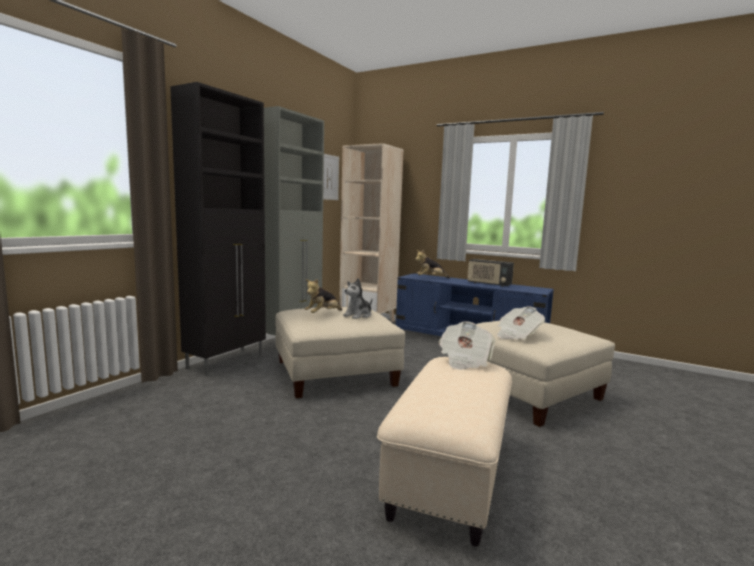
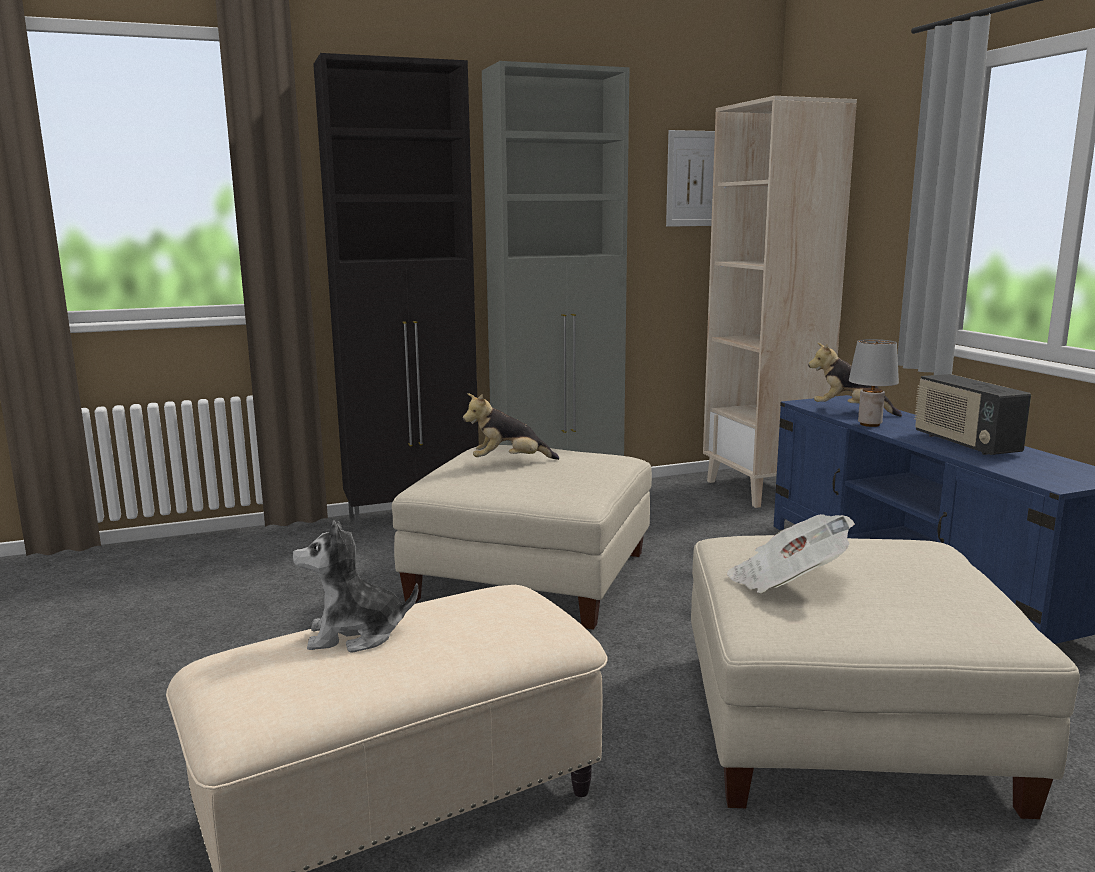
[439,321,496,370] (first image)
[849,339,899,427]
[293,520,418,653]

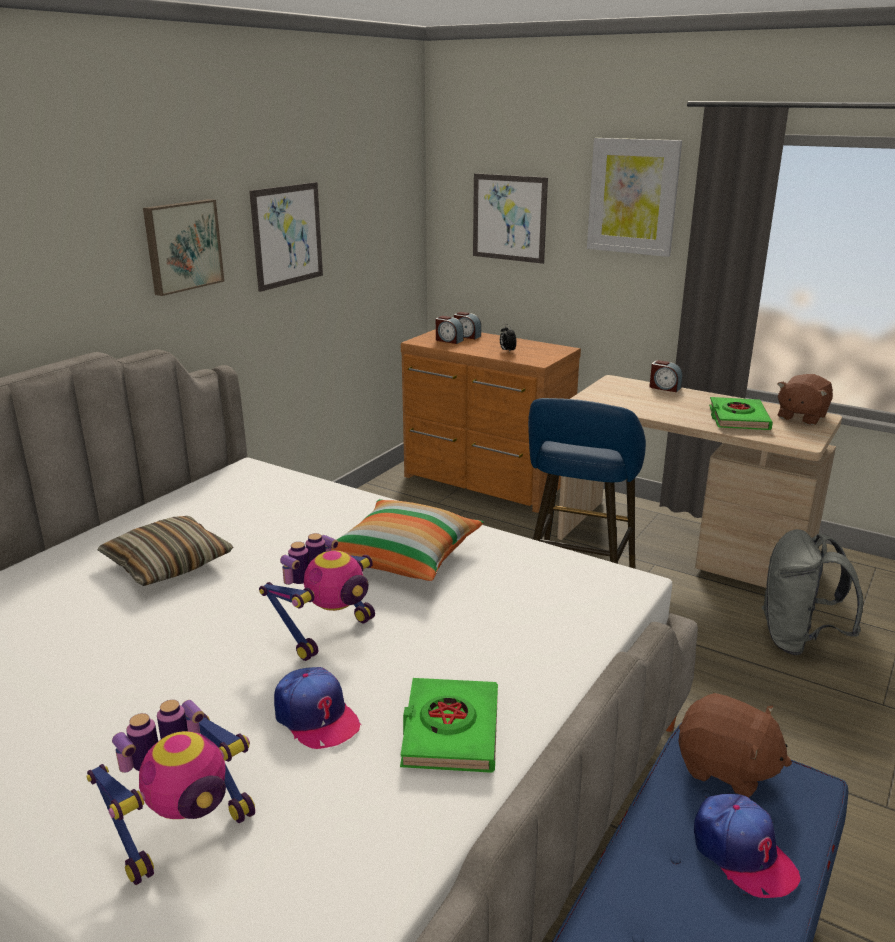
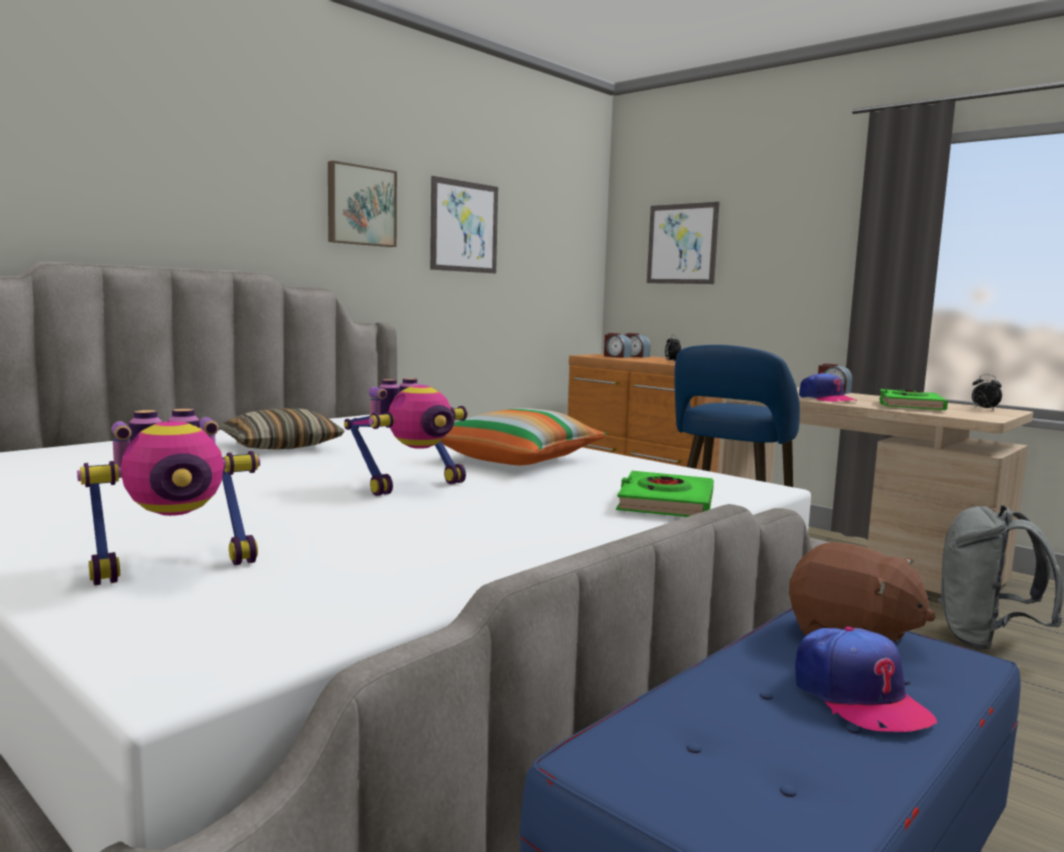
[587,138,682,257] (first image)
[799,372,857,402]
[616,471,714,517]
[972,374,1002,410]

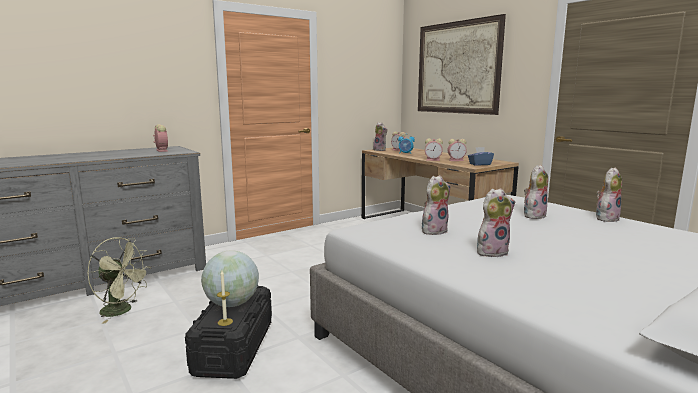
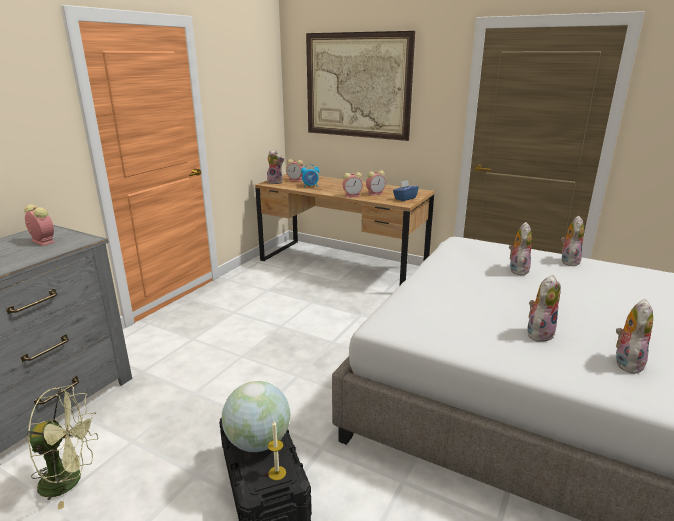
[616,299,653,374]

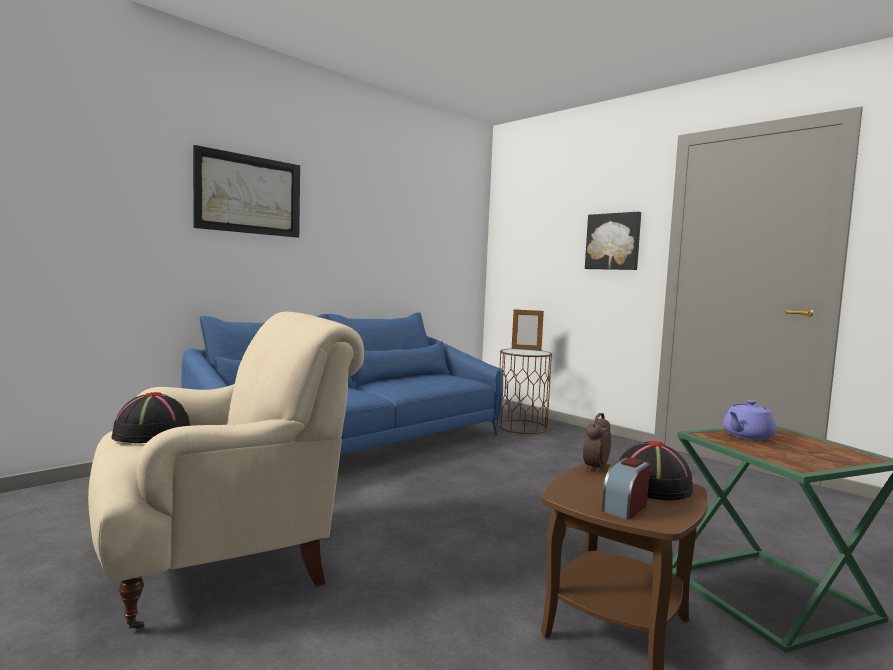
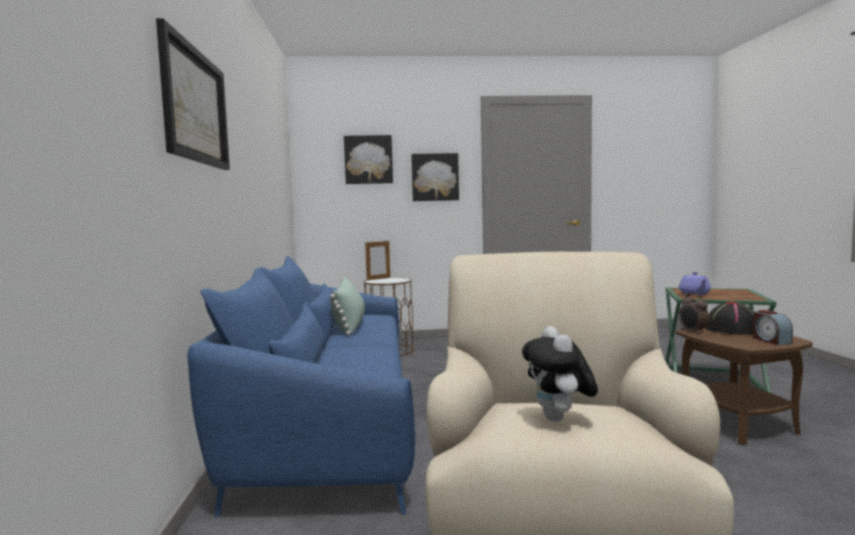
[330,277,365,335]
[344,135,393,184]
[522,326,598,422]

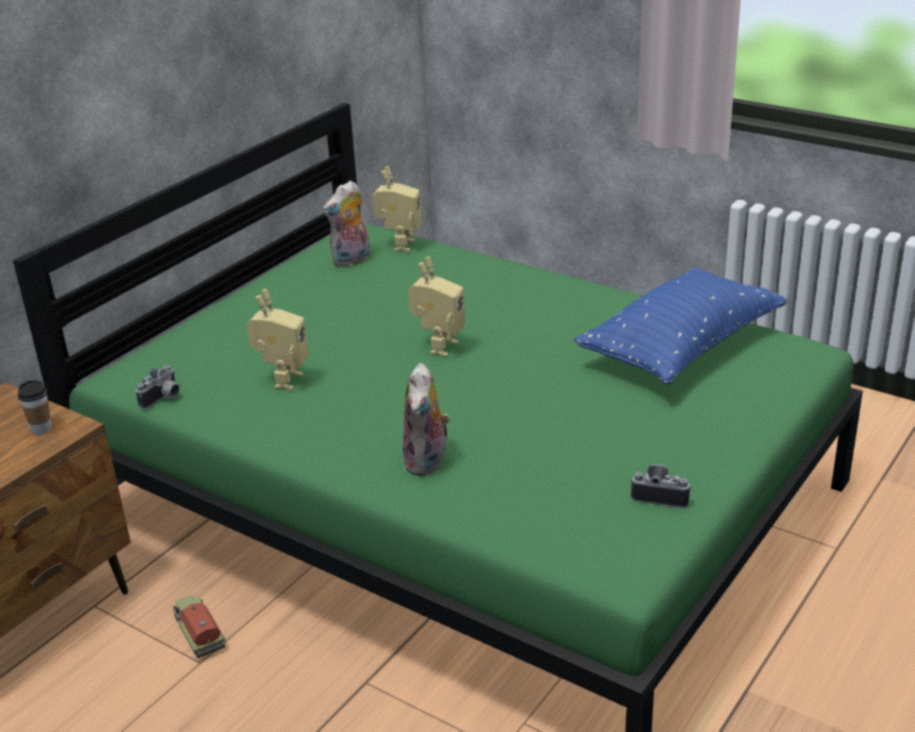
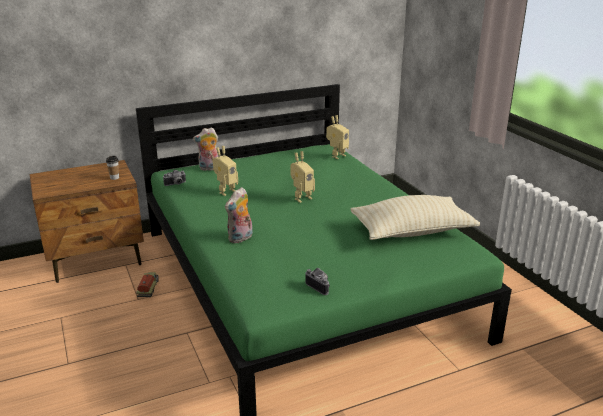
[193,127,221,171]
[351,195,480,240]

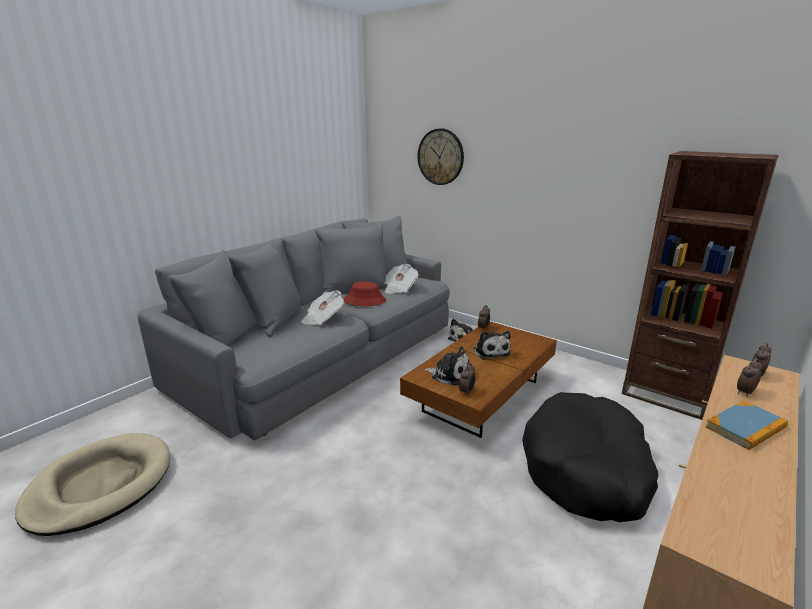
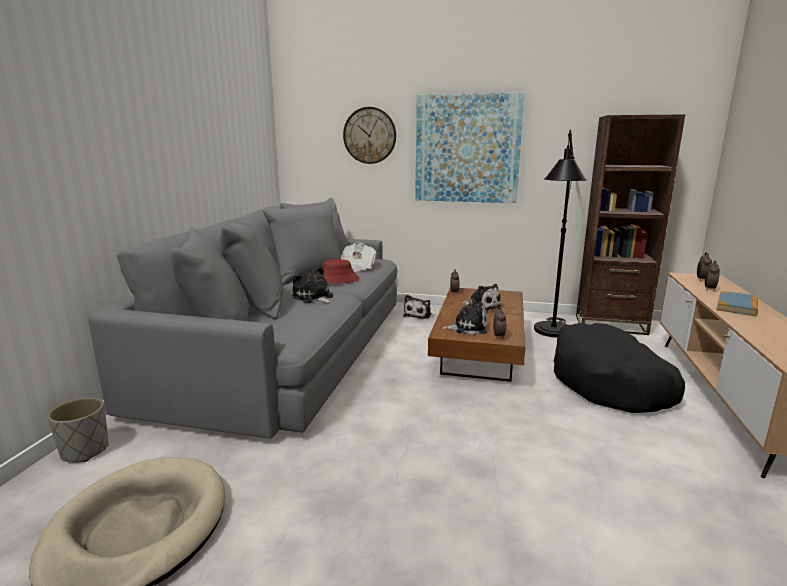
[48,397,108,462]
[415,93,524,203]
[534,129,587,338]
[292,266,333,304]

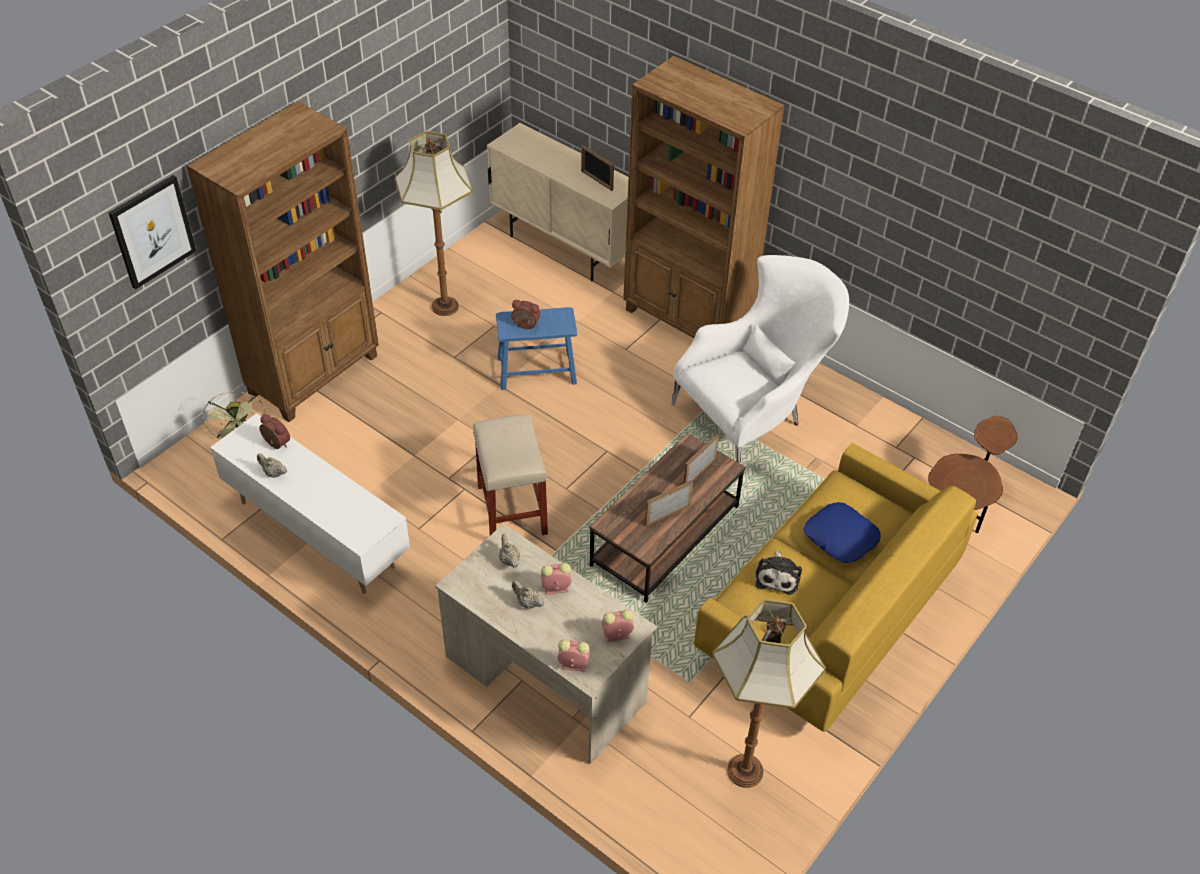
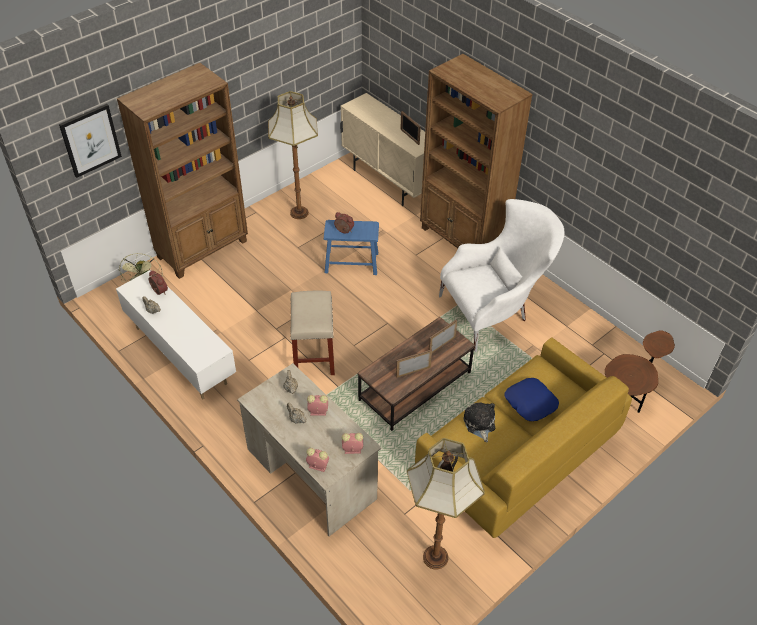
[464,402,495,443]

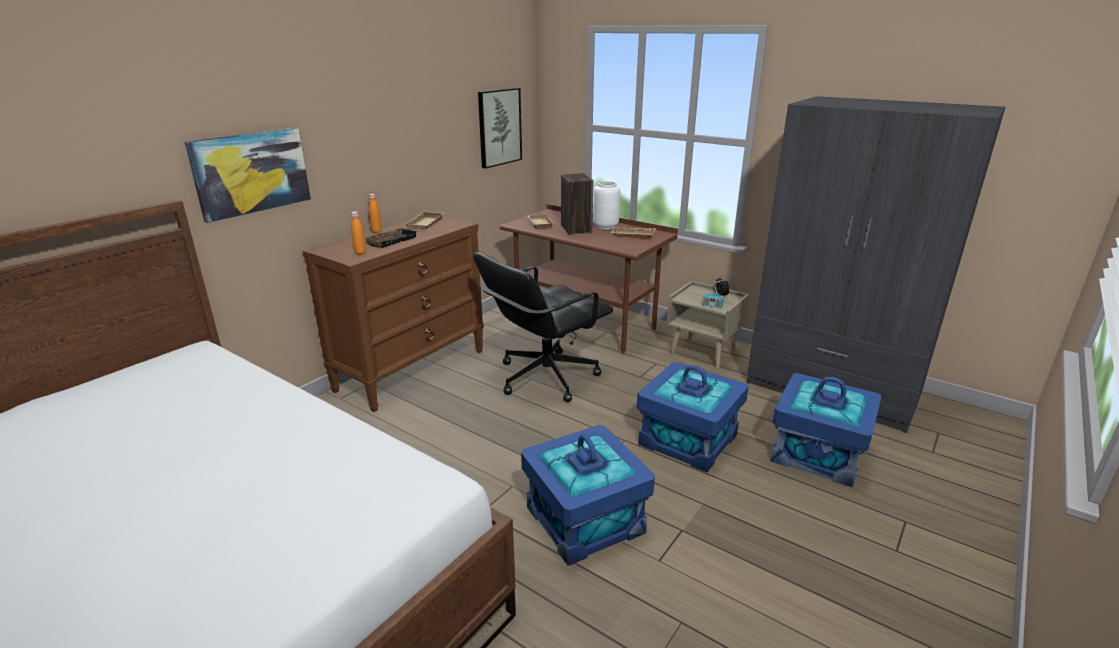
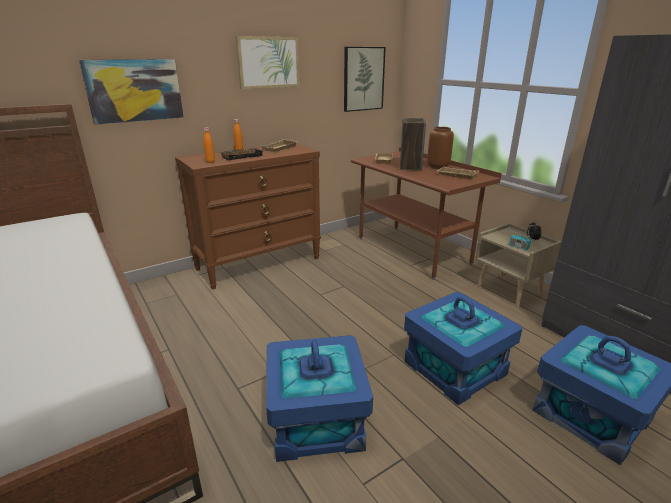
[473,252,613,402] (first image)
[235,36,300,89]
[427,127,454,169]

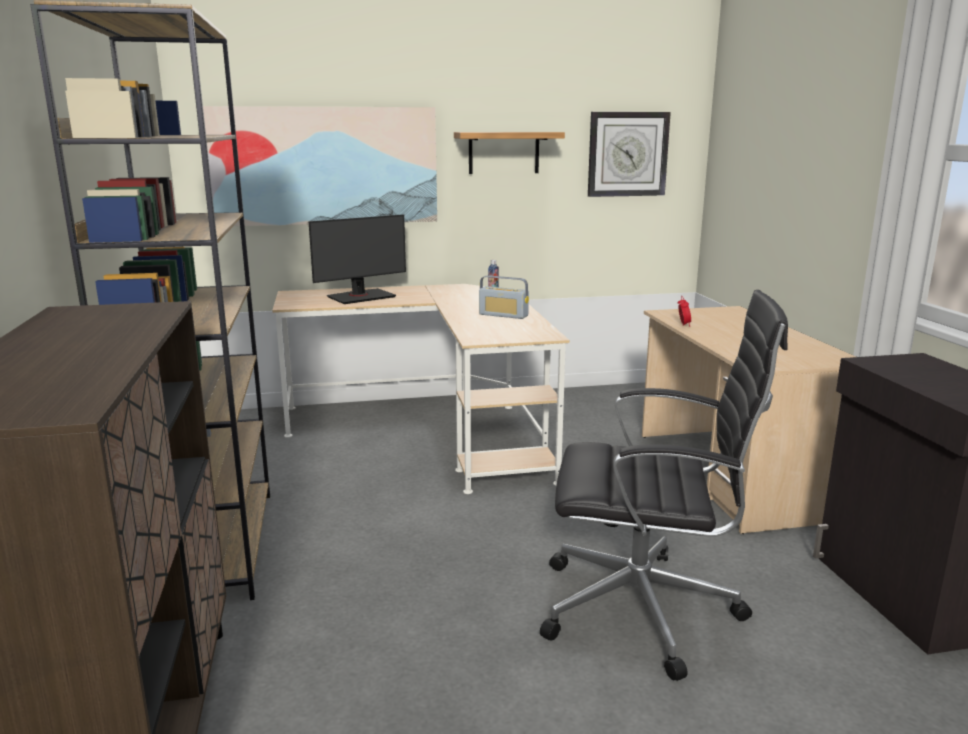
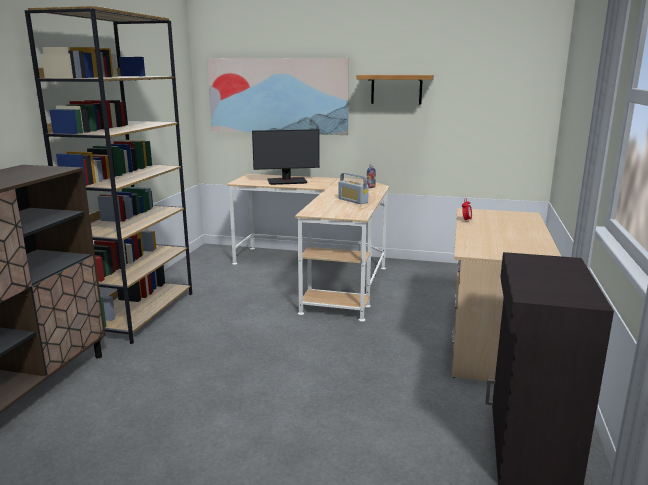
[540,290,788,681] (first image)
[588,112,671,197] (first image)

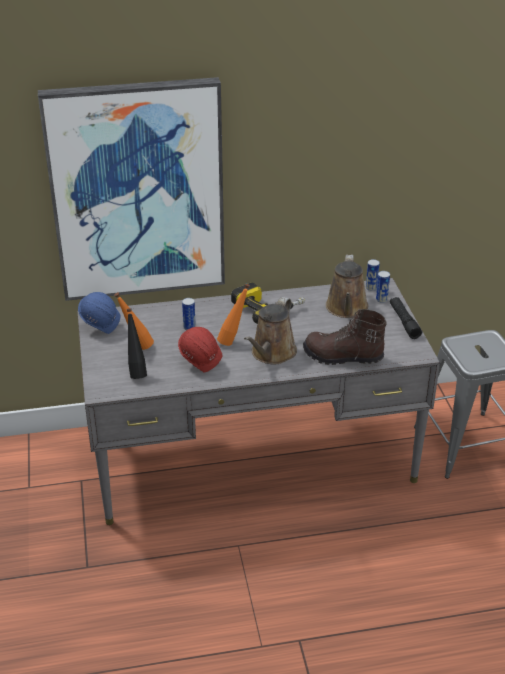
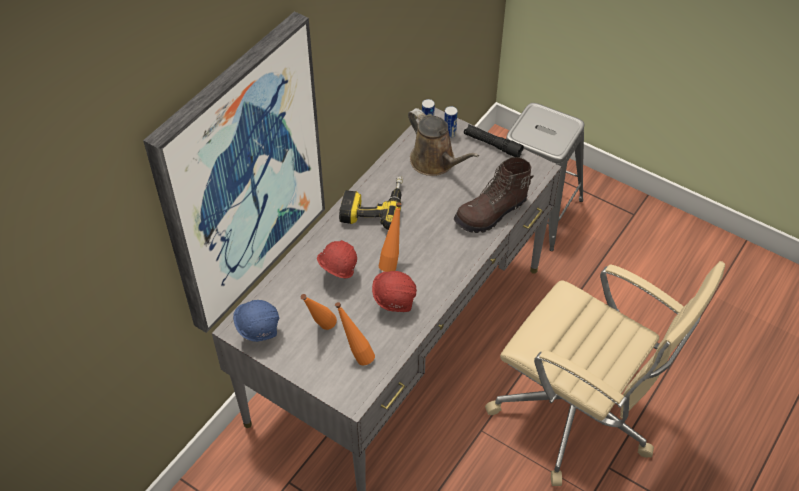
[244,297,297,364] (first image)
[485,261,725,486]
[317,240,357,278]
[335,302,375,365]

